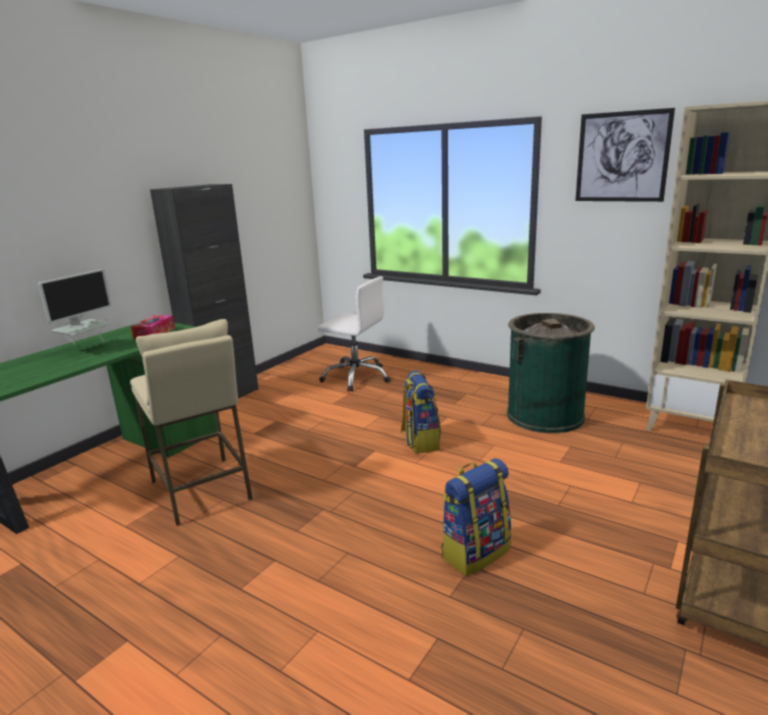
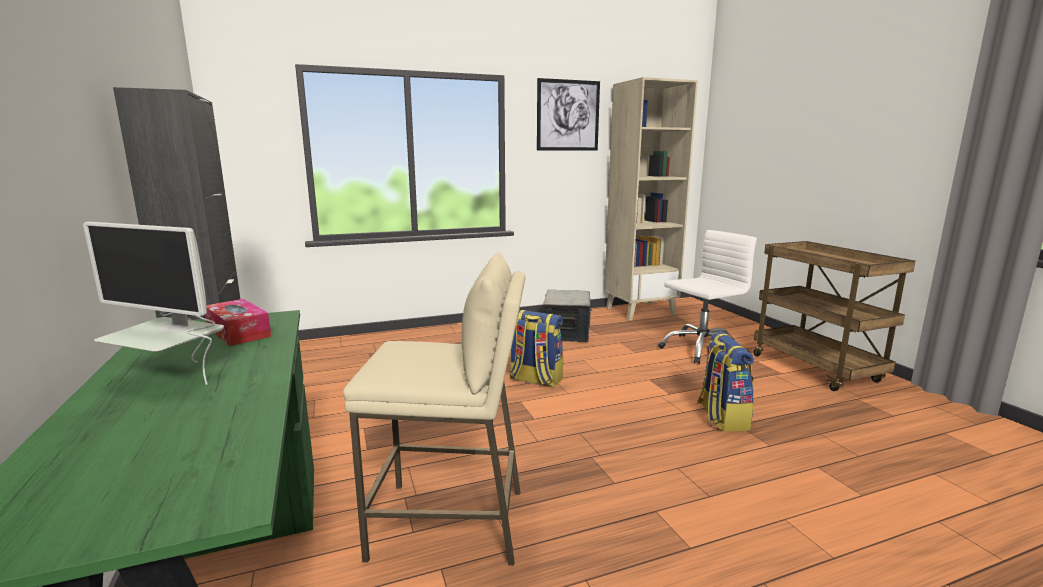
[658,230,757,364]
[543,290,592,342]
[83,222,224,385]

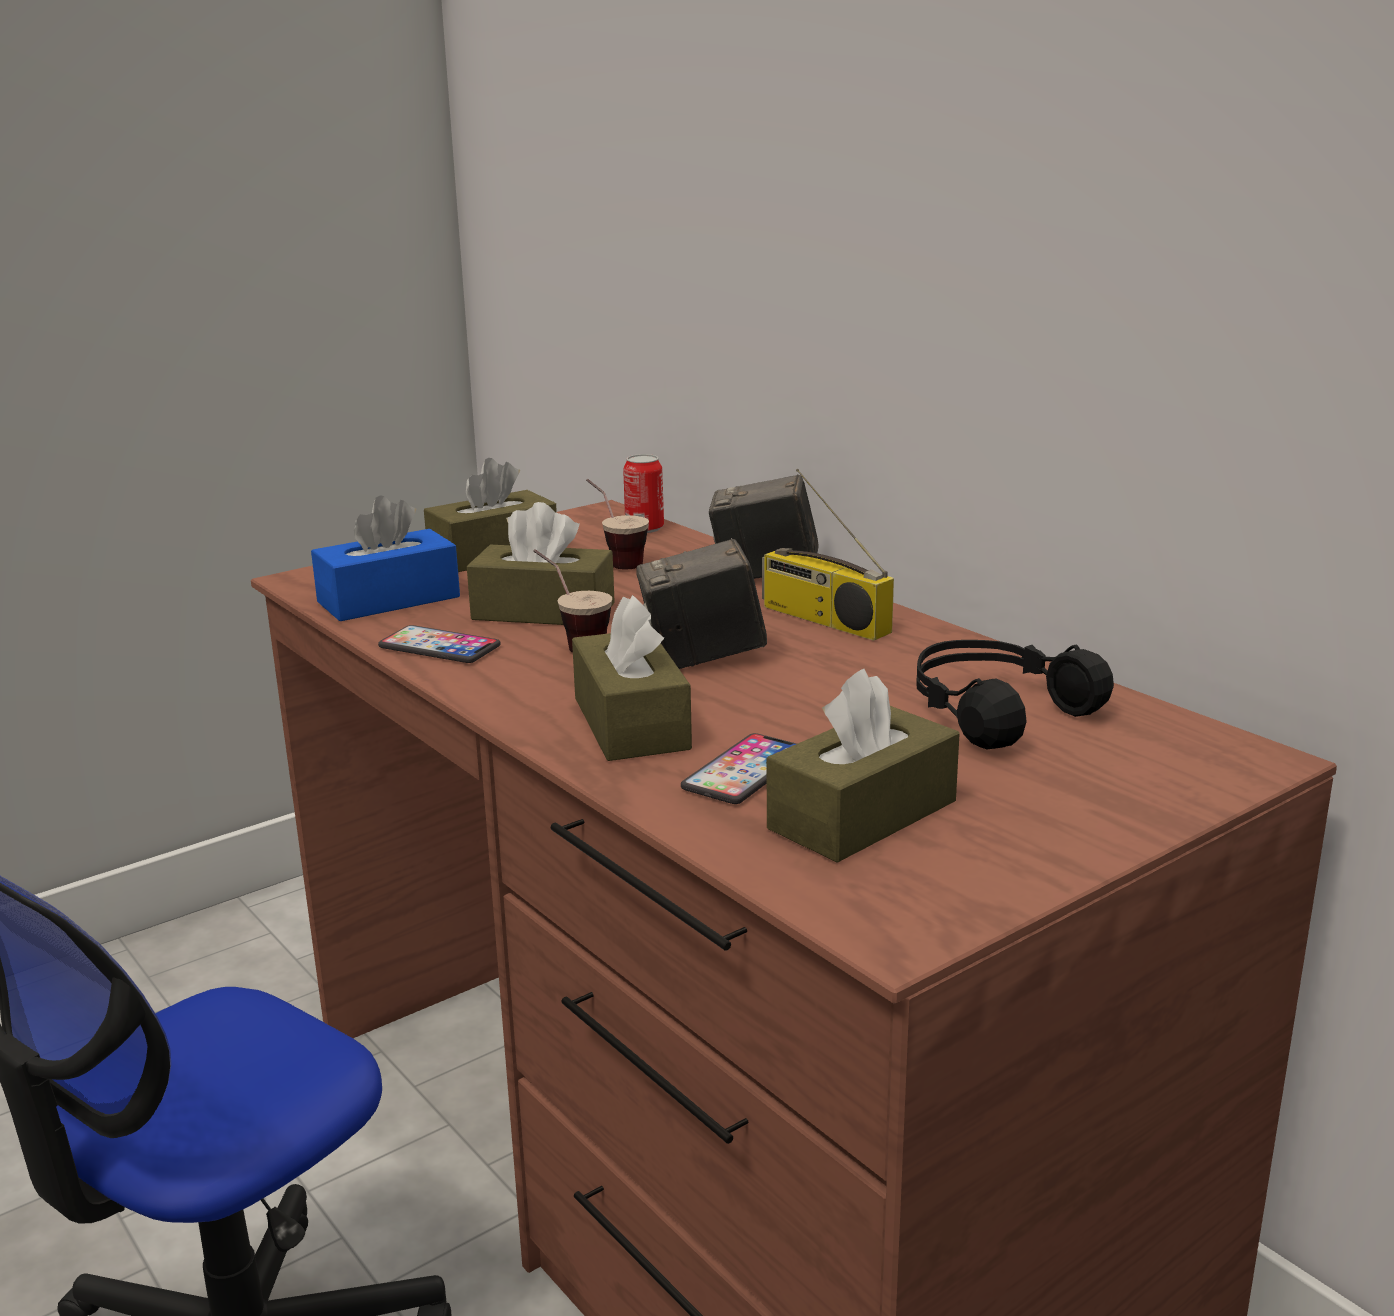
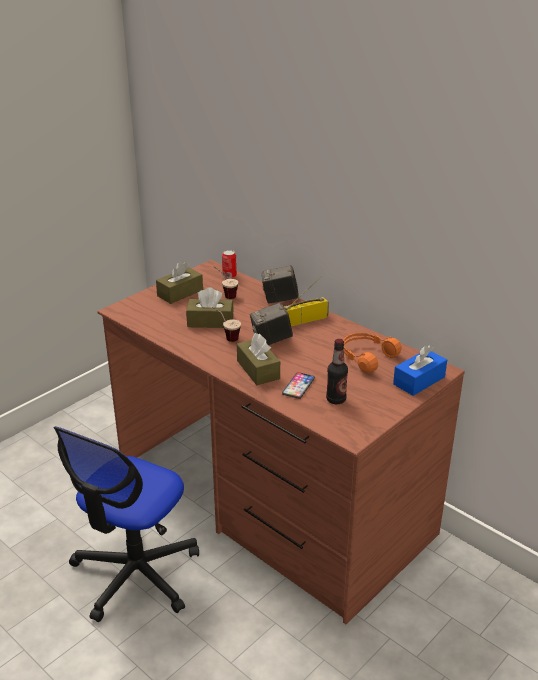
[378,625,501,663] (first image)
[393,345,447,396]
[326,339,348,404]
[344,333,402,373]
[284,276,329,326]

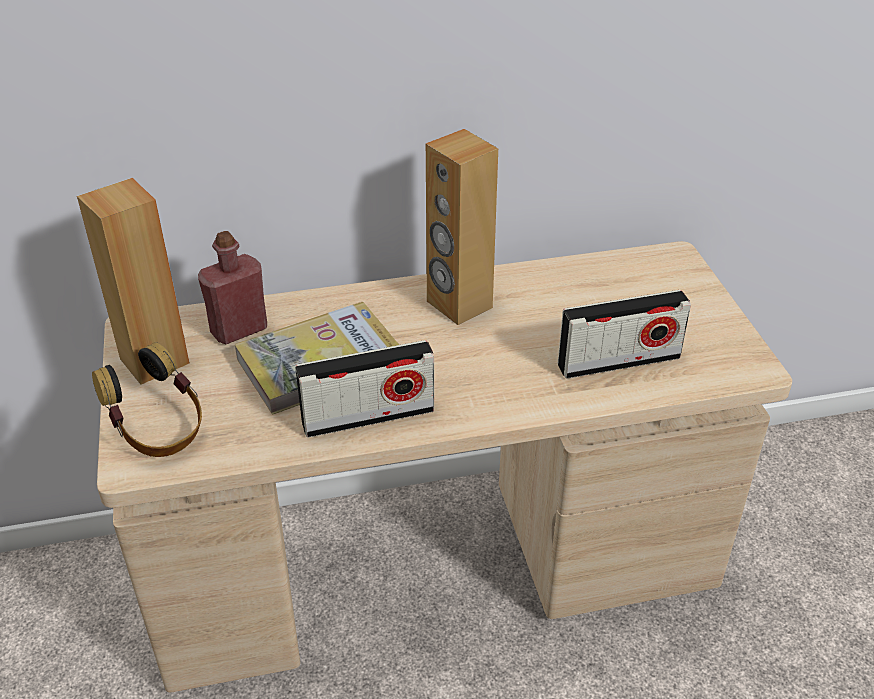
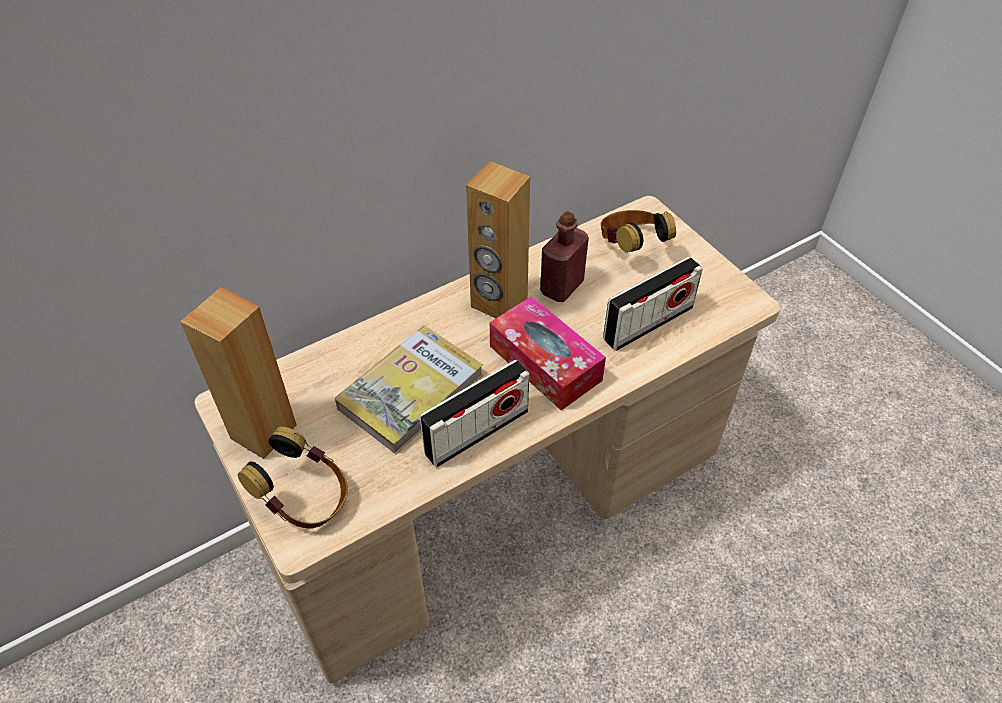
[490,296,606,410]
[601,210,676,253]
[540,211,589,302]

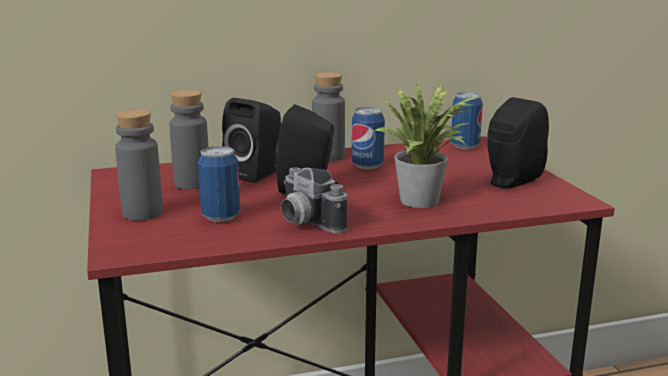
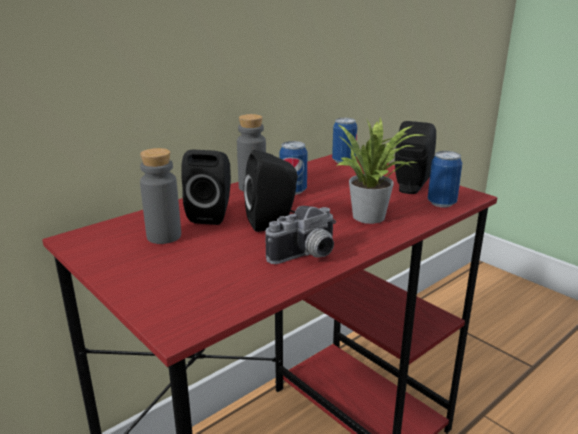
[115,109,163,220] (first image)
[428,151,462,207]
[265,206,336,264]

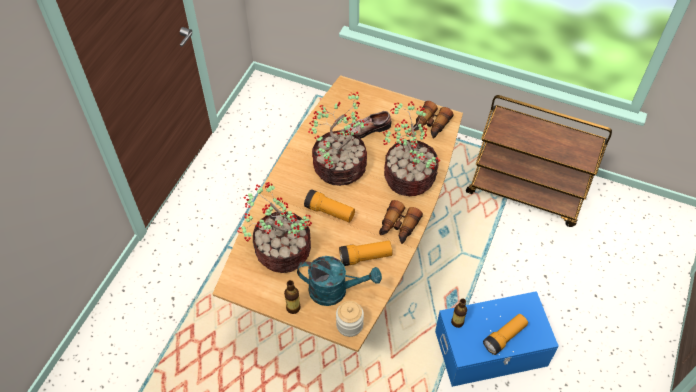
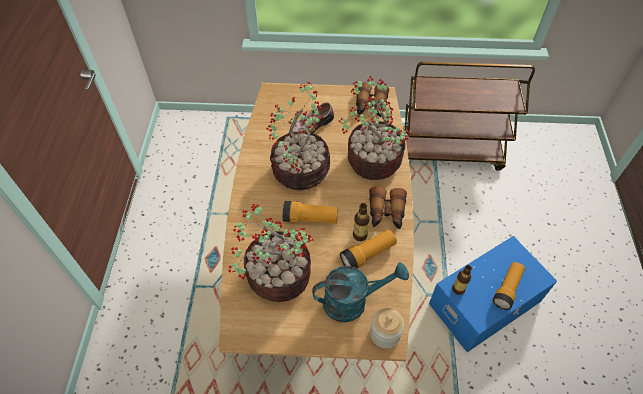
[353,203,370,241]

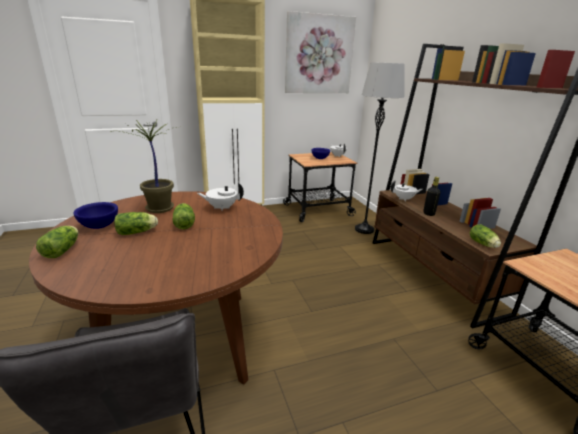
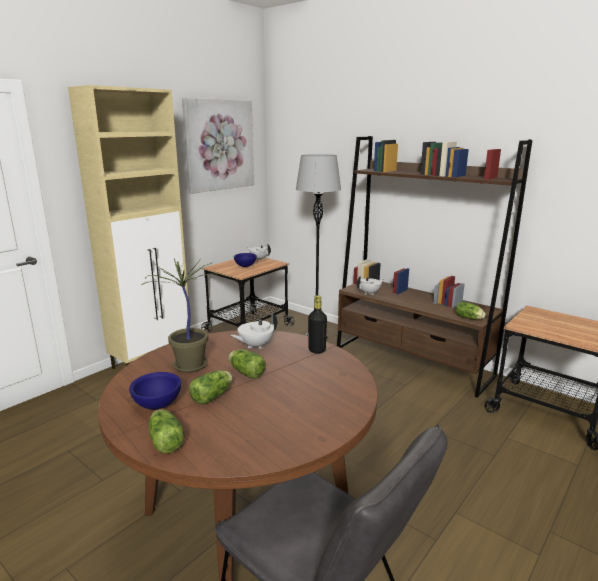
[308,295,327,354]

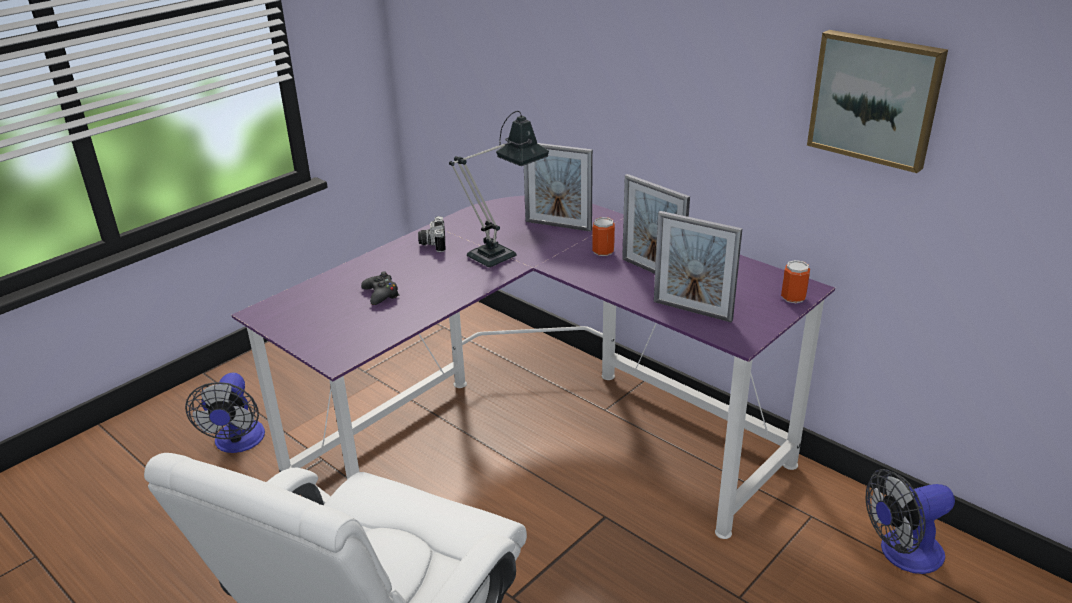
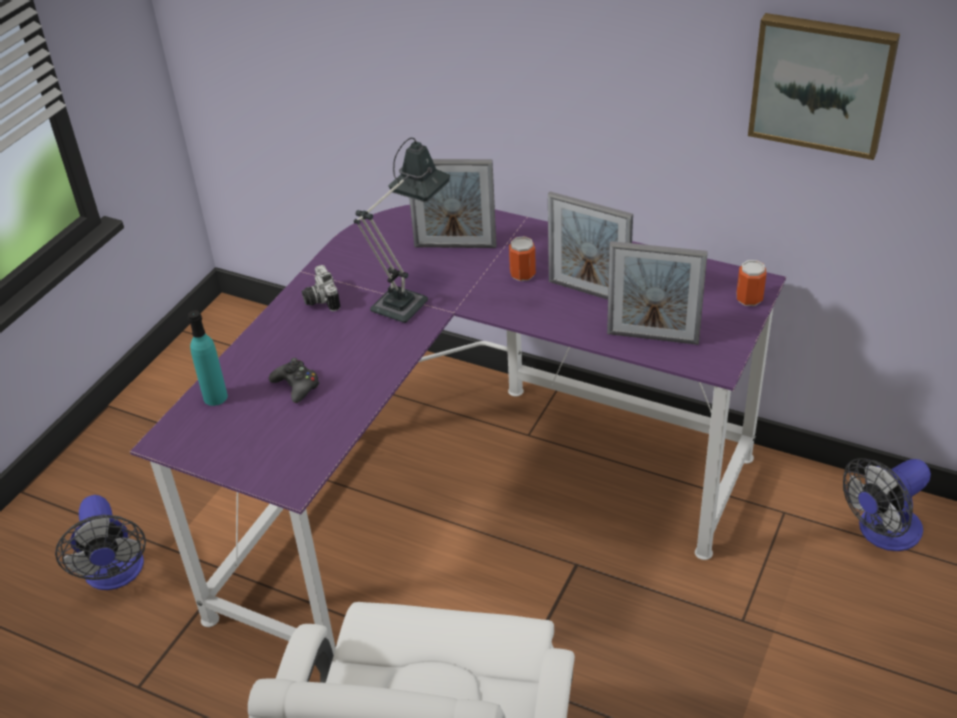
[188,310,228,406]

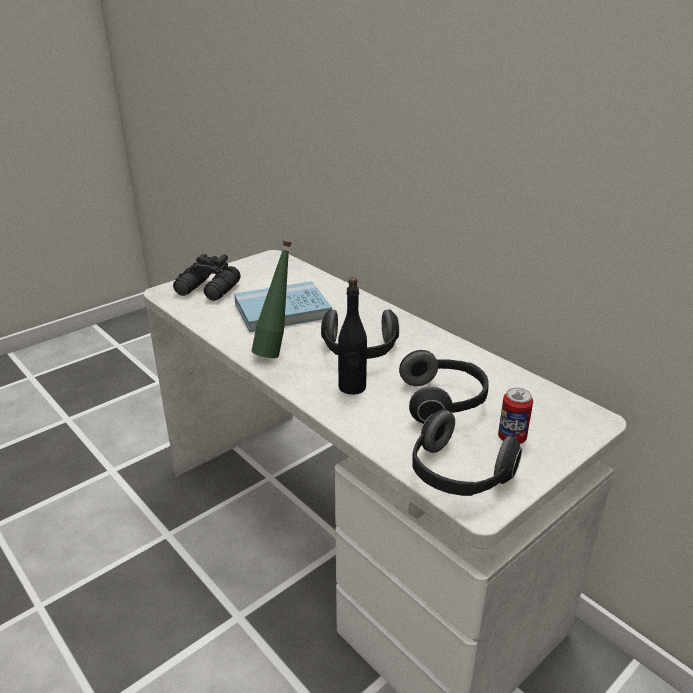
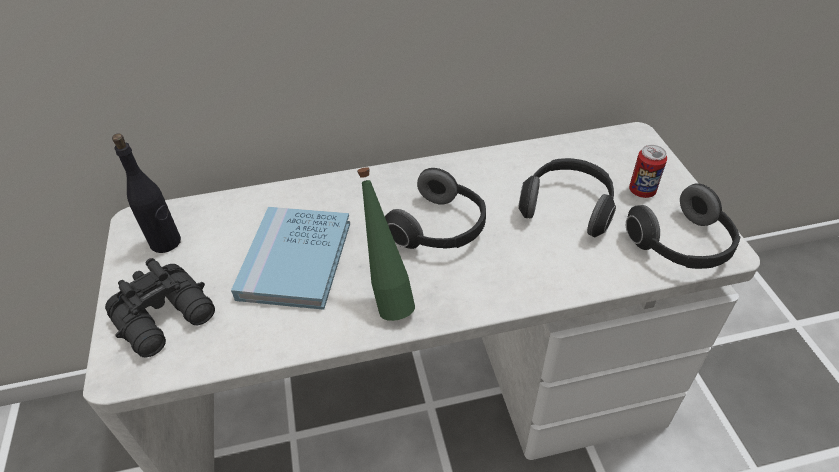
[112,133,181,253]

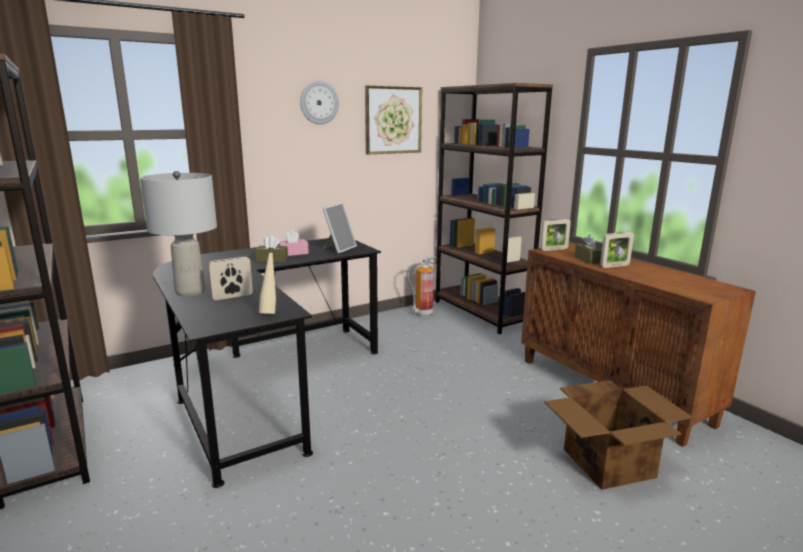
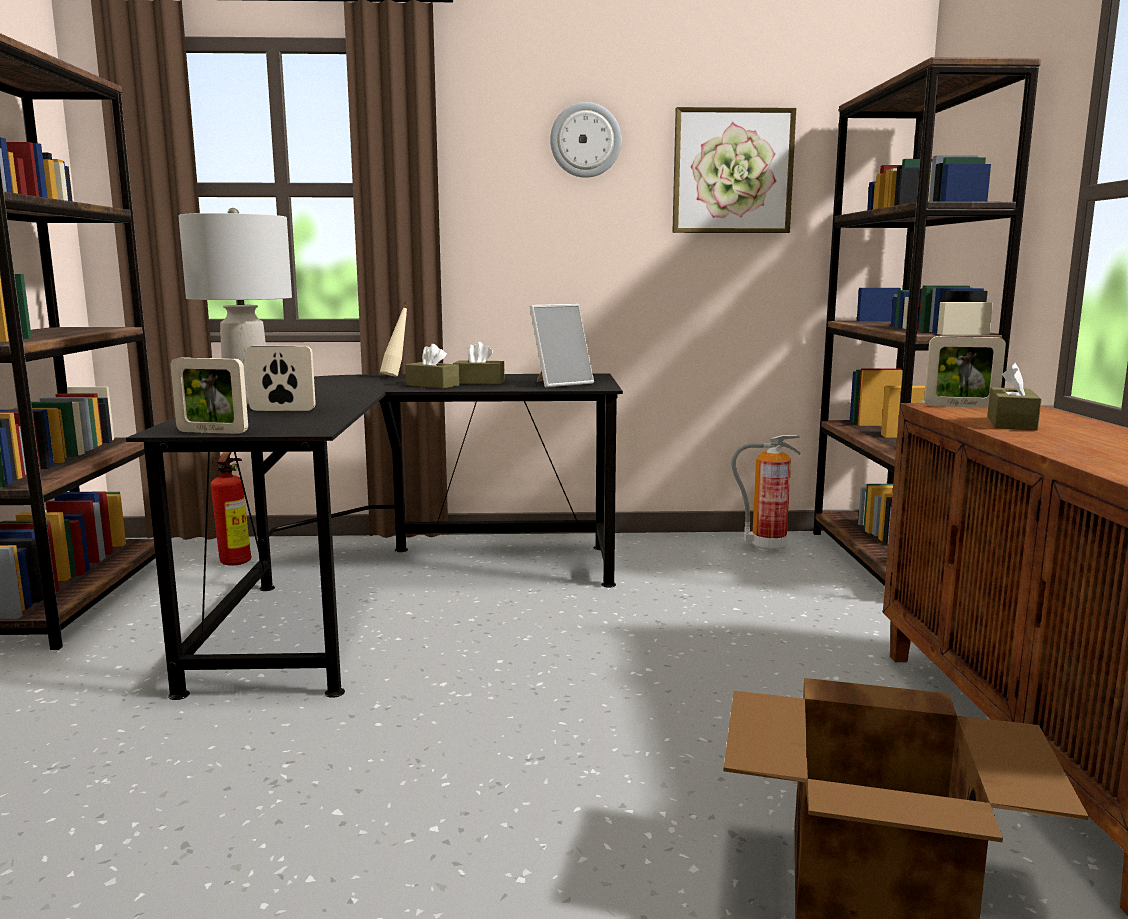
[210,452,251,566]
[380,302,409,377]
[171,357,248,434]
[453,342,505,385]

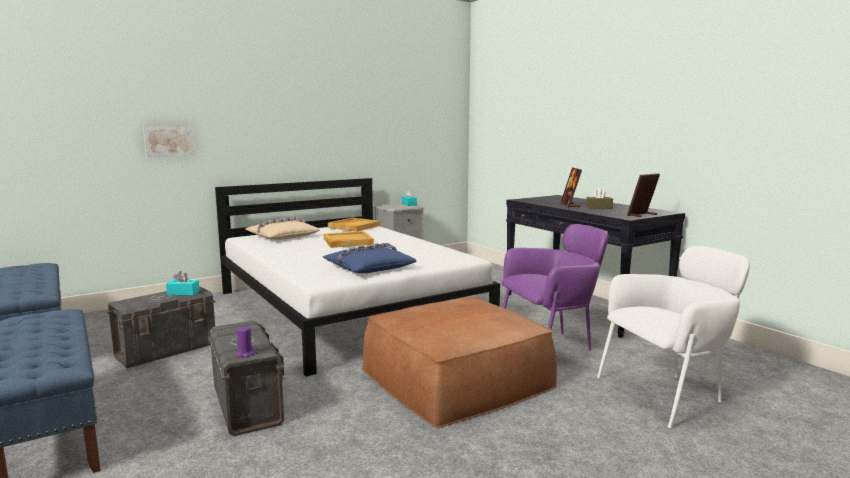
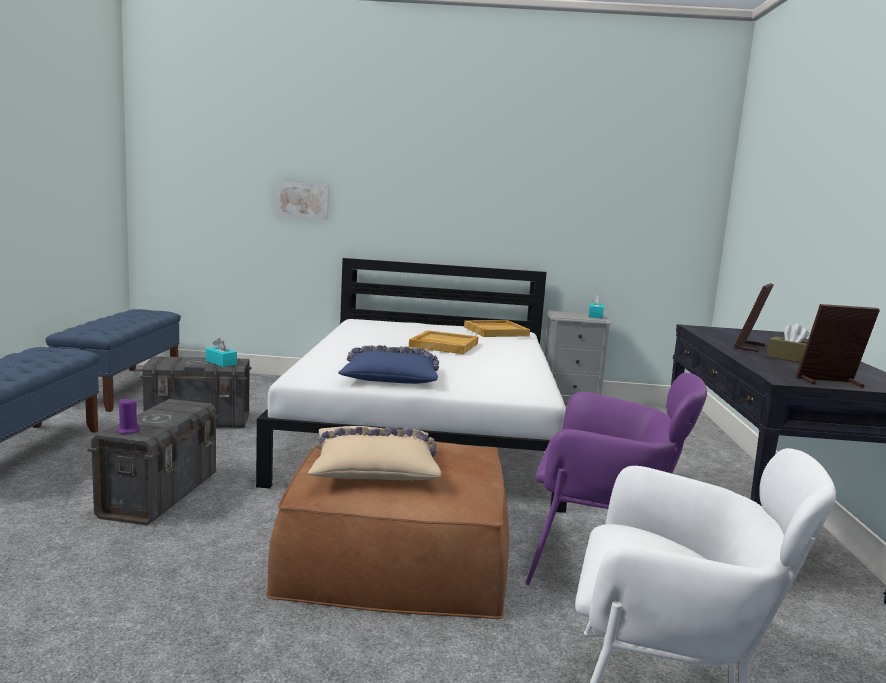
[308,426,441,480]

